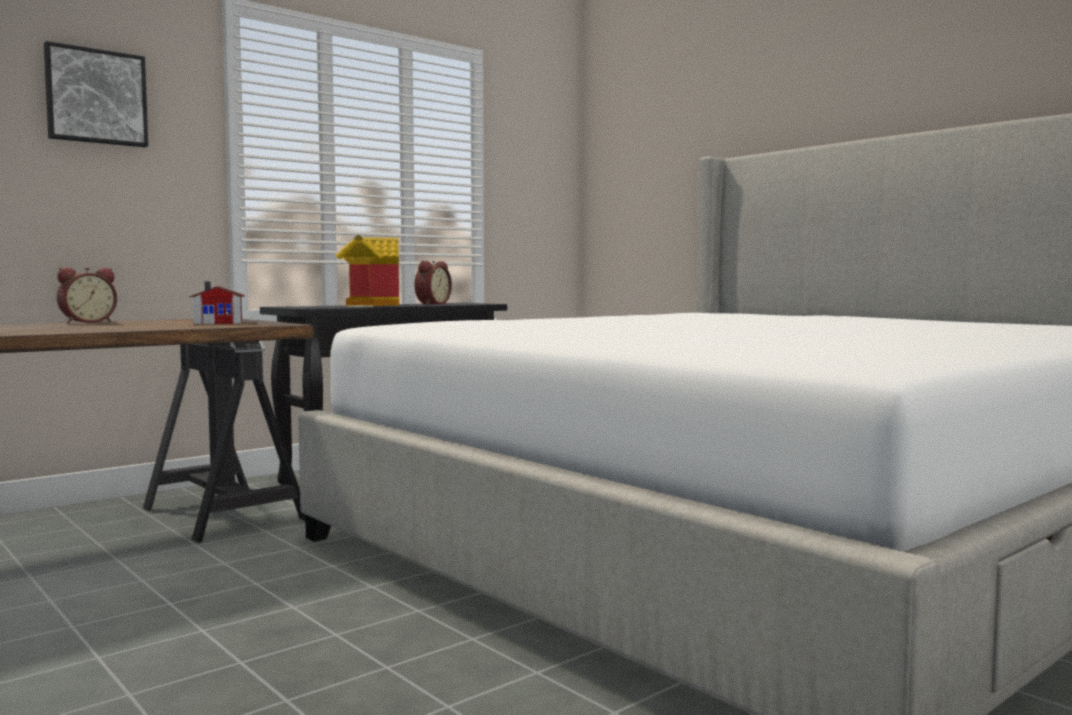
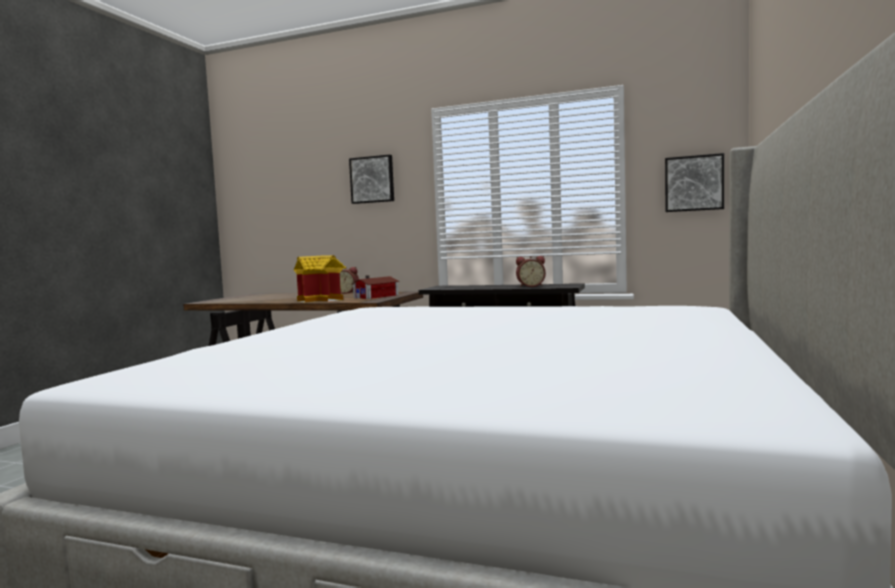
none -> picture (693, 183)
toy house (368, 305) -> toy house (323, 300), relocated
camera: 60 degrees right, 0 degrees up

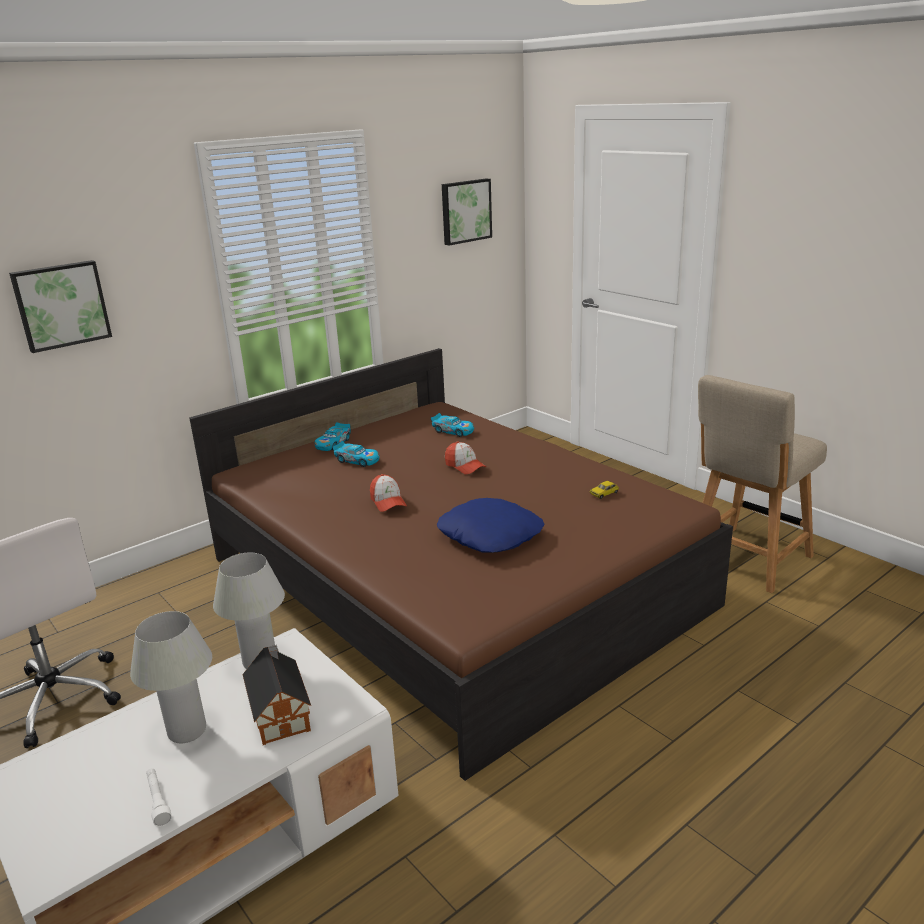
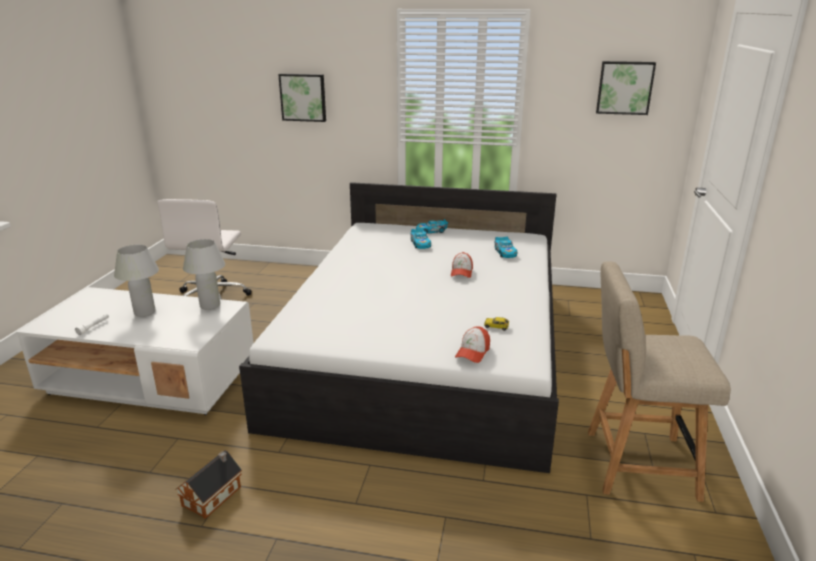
blue pillow (491, 534) -> none
toy house (280, 712) -> toy house (214, 495), relocated
cap (388, 502) -> cap (473, 352), relocated
brown bed (451, 581) -> white bed (425, 349)
camera: 50 degrees right, 0 degrees up

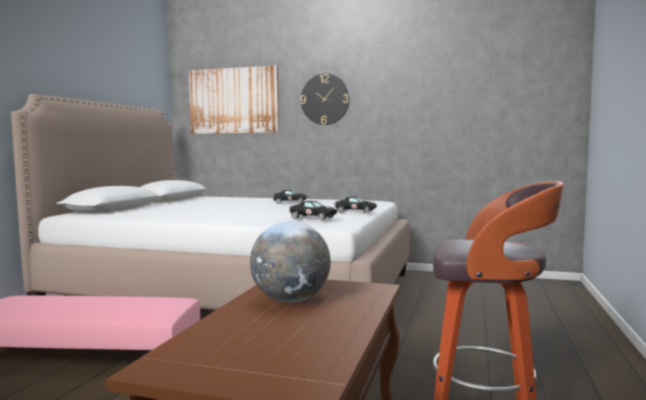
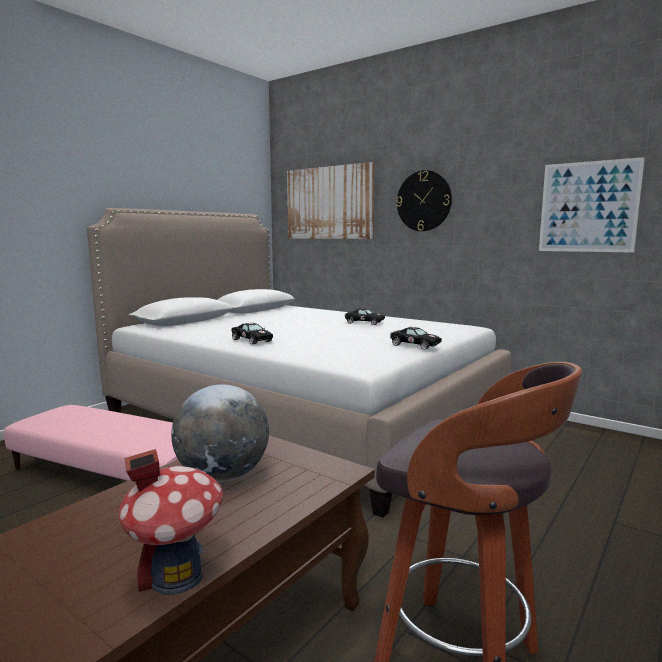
none -> toy house (176, 576)
none -> picture (588, 207)
black toy car (311, 217) -> black toy car (251, 340), relocated
camera: 20 degrees right, 5 degrees up

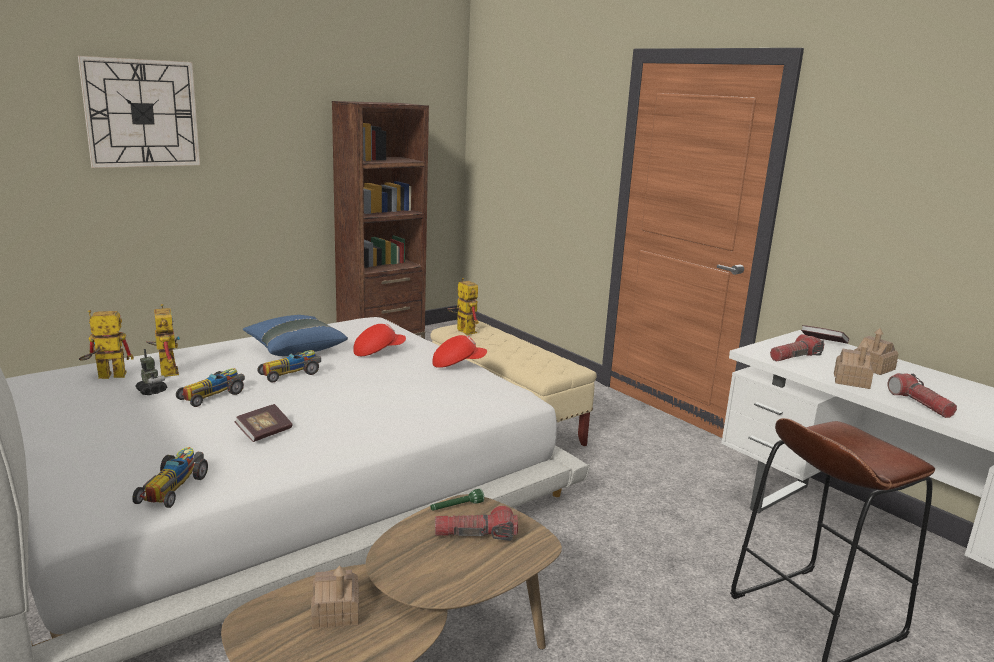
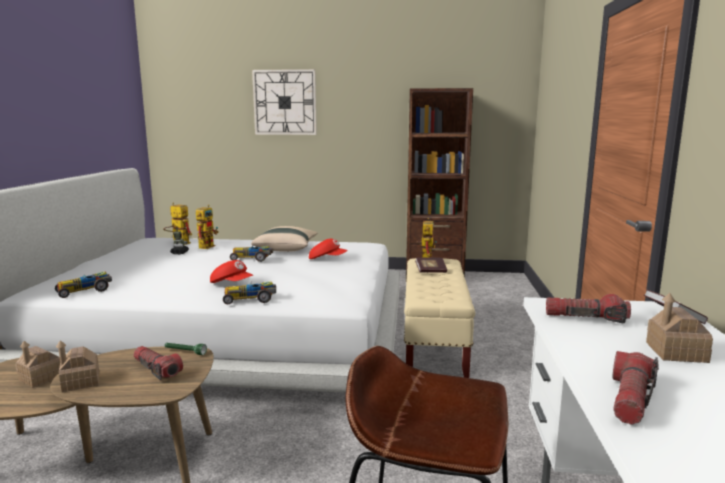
toy car (213, 395) -> toy car (251, 299), relocated
book (264, 433) -> book (431, 271), relocated
red cap (458, 364) -> red cap (232, 284), relocated
toy house (851, 381) -> toy house (80, 381), relocated
blue pillow (295, 349) -> beige pillow (286, 249)
camera: 45 degrees right, 5 degrees down

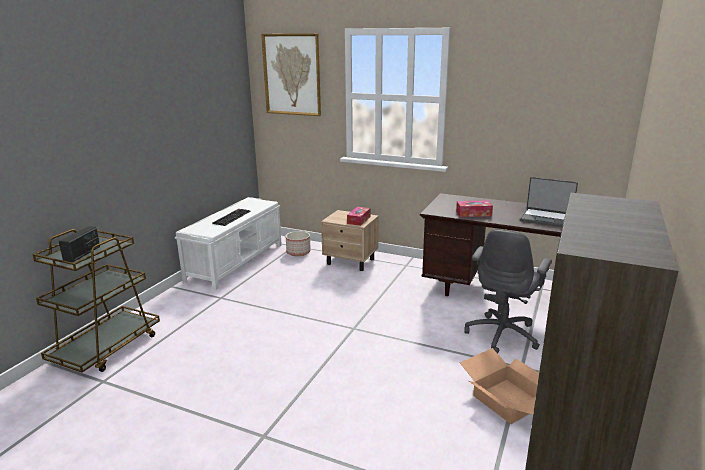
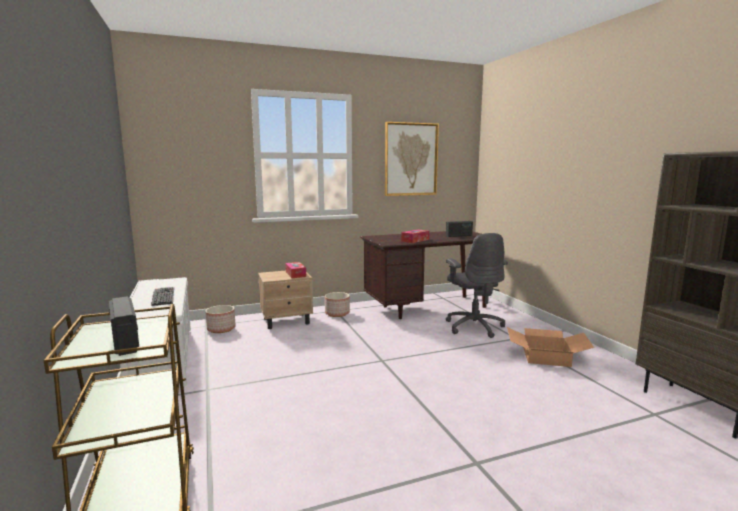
none -> planter (337, 313)
picture (292, 74) -> picture (411, 159), relocated
laptop (546, 218) -> radio (459, 236)
camera: 45 degrees left, 10 degrees down

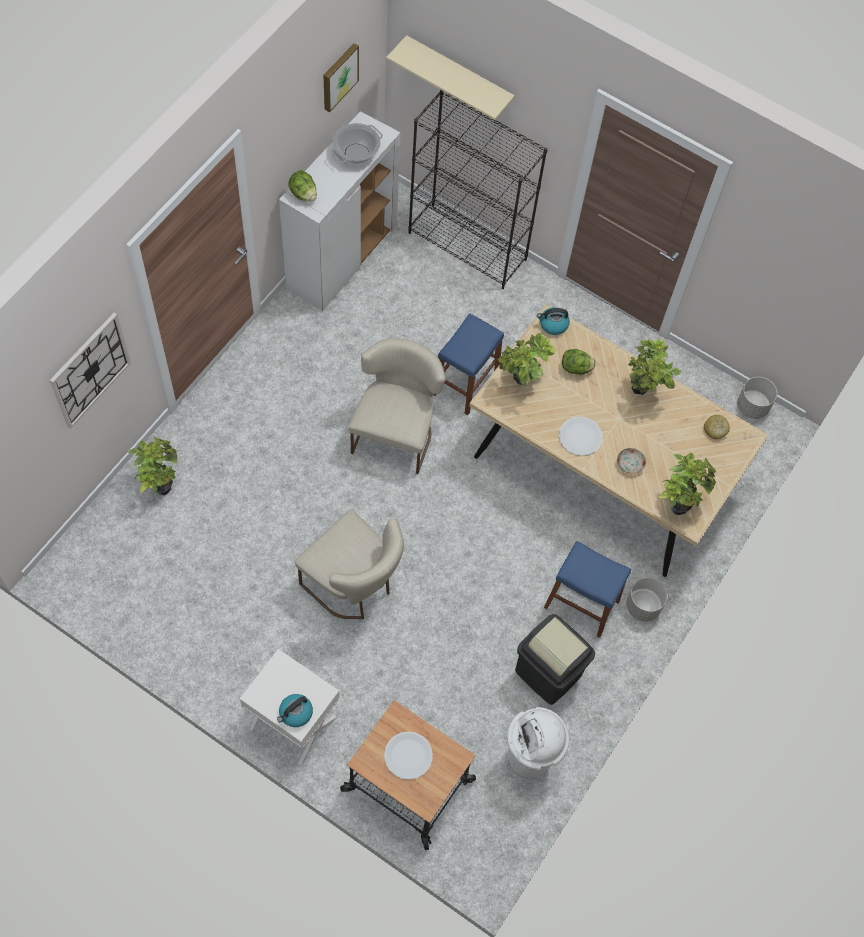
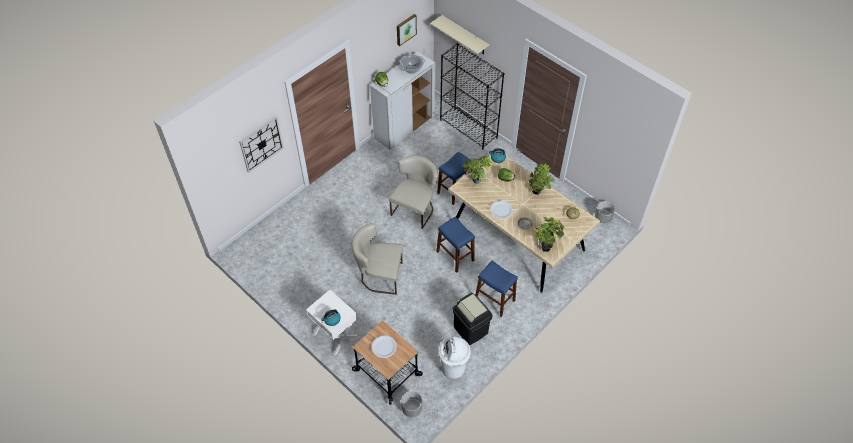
potted plant (160, 485) -> none
none -> blue stool (455, 256)
grey planter (643, 607) -> grey planter (411, 409), relocated
beige chair (353, 585) -> beige chair (379, 276), 135 degrees clockwise
camera: 15 degrees right, 10 degrees down

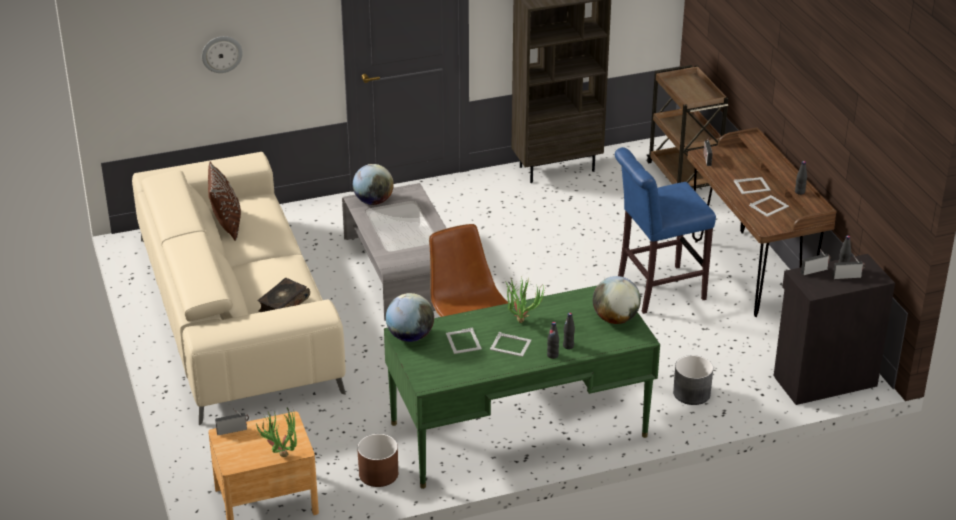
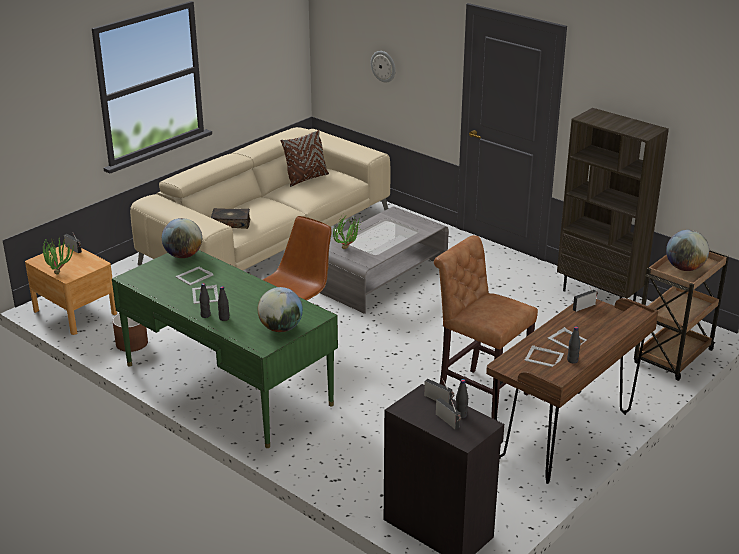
grey planter (692, 393) -> none
globe (373, 201) -> globe (684, 268), relocated
potted plant (521, 318) -> potted plant (349, 248), relocated
blue stool (656, 291) -> brown stool (479, 393)
camera: 60 degrees right, 5 degrees down

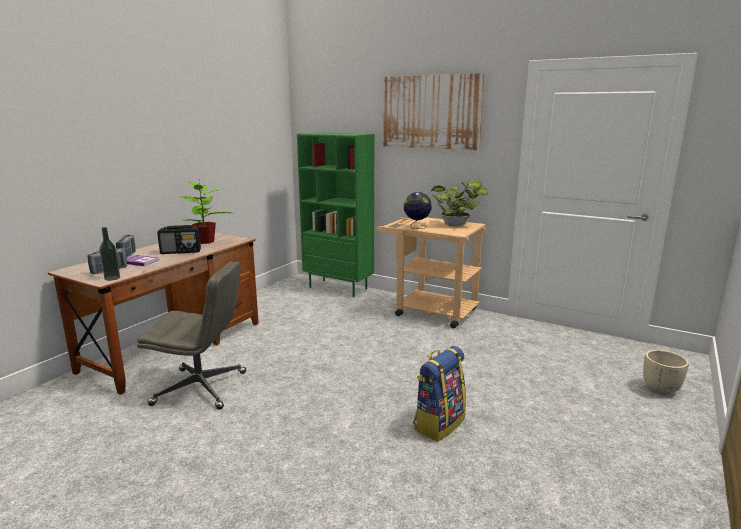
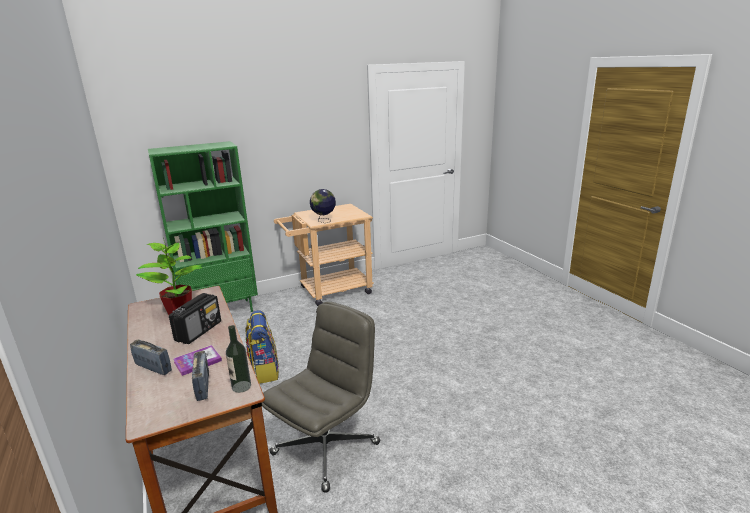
picture (431, 112) -> none
potted plant (457, 225) -> none
beige planter (661, 389) -> none
backpack (438, 423) -> backpack (264, 371), relocated
camera: 55 degrees left, 5 degrees up

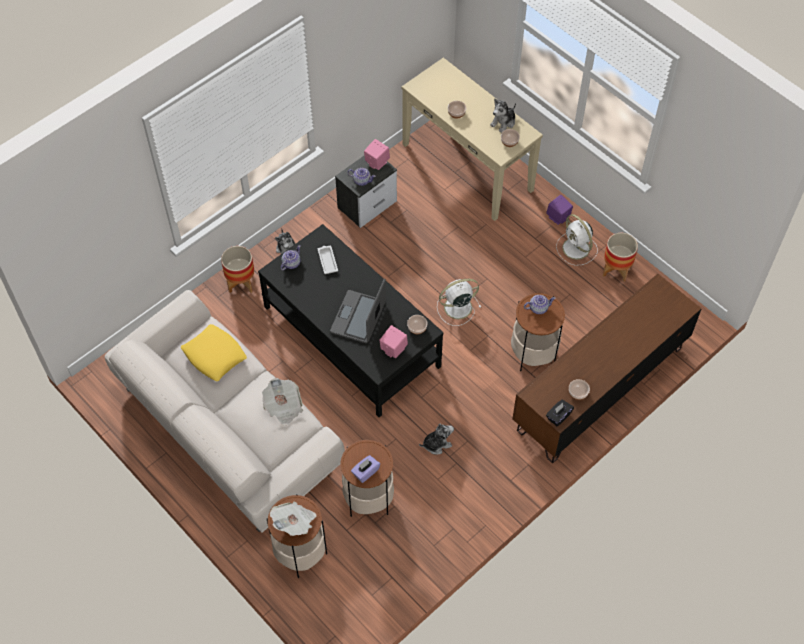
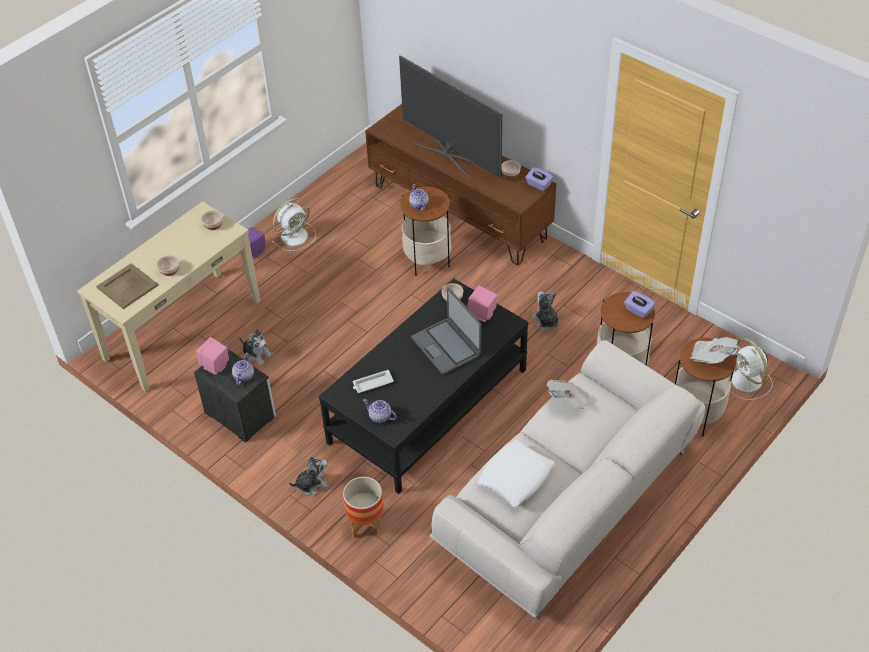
planter (616, 270) -> none
none -> beige tray (128, 286)
none -> television (450, 154)
white fan (456, 308) -> white fan (747, 382), relocated
plush toy (503, 122) -> plush toy (257, 354), relocated
yellow pillow (214, 355) -> white pillow (516, 477)
black tissue box (558, 416) -> purple tissue box (538, 185)
laptop (359, 317) -> laptop (446, 346), 45 degrees clockwise
camera: 95 degrees left, 10 degrees down

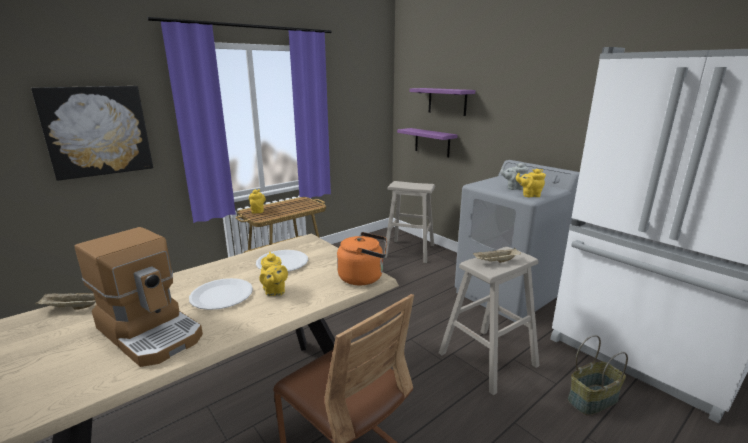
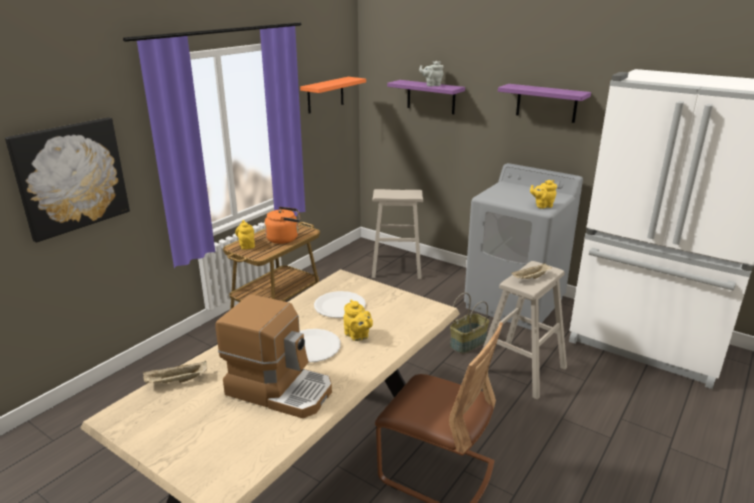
none -> orange shelf (325, 95)
orange kettle (364, 277) -> orange kettle (284, 239), relocated
purple shelf (432, 142) -> purple shelf (546, 103), relocated
grey teapot (513, 188) -> grey teapot (432, 85), relocated
basket (592, 399) -> basket (468, 343), relocated
camera: 15 degrees left, 5 degrees up

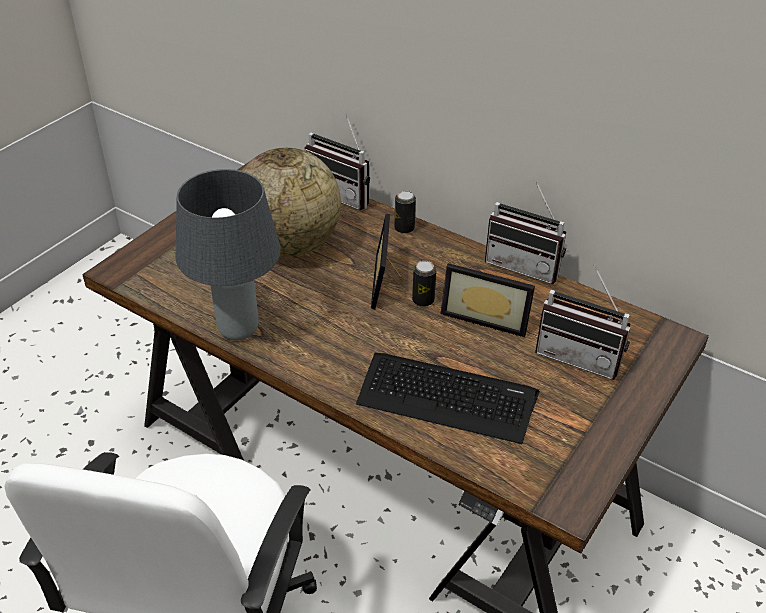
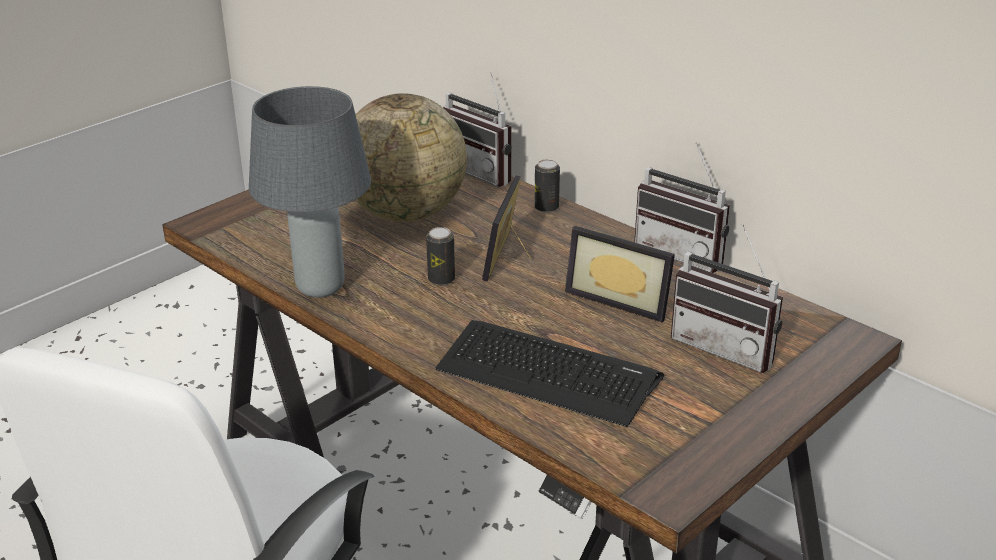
can (423, 300) -> can (441, 279), relocated
camera: 10 degrees right, 10 degrees down

